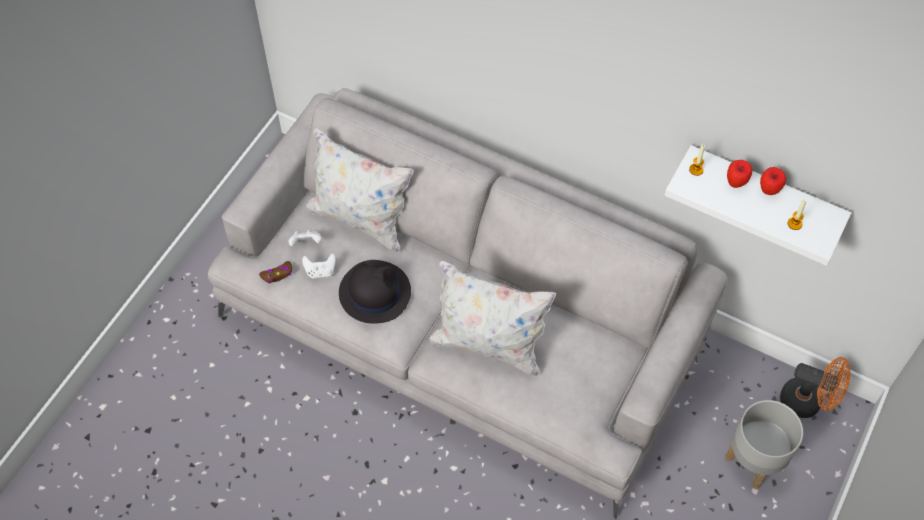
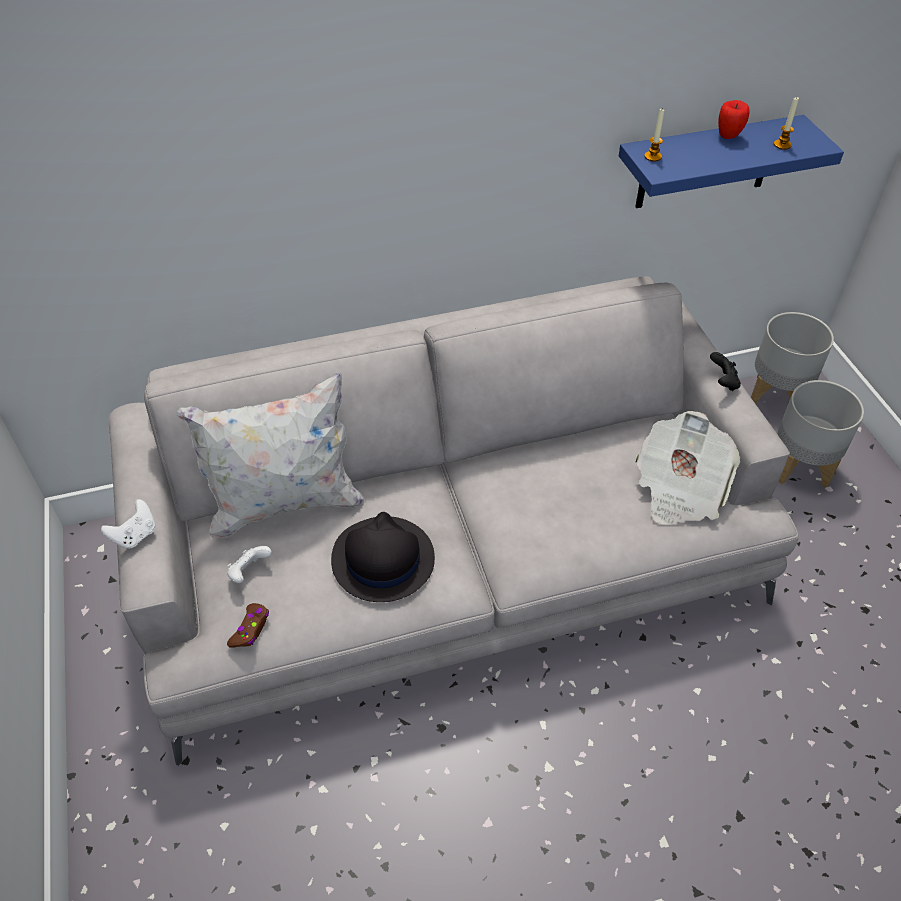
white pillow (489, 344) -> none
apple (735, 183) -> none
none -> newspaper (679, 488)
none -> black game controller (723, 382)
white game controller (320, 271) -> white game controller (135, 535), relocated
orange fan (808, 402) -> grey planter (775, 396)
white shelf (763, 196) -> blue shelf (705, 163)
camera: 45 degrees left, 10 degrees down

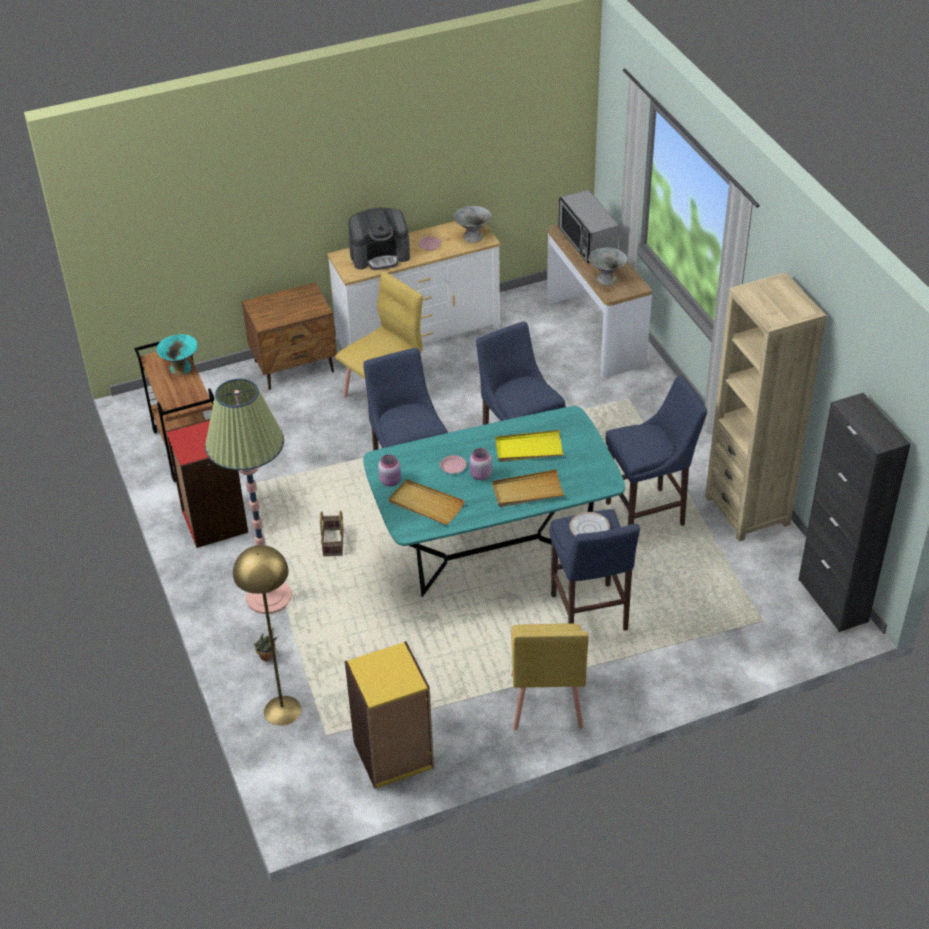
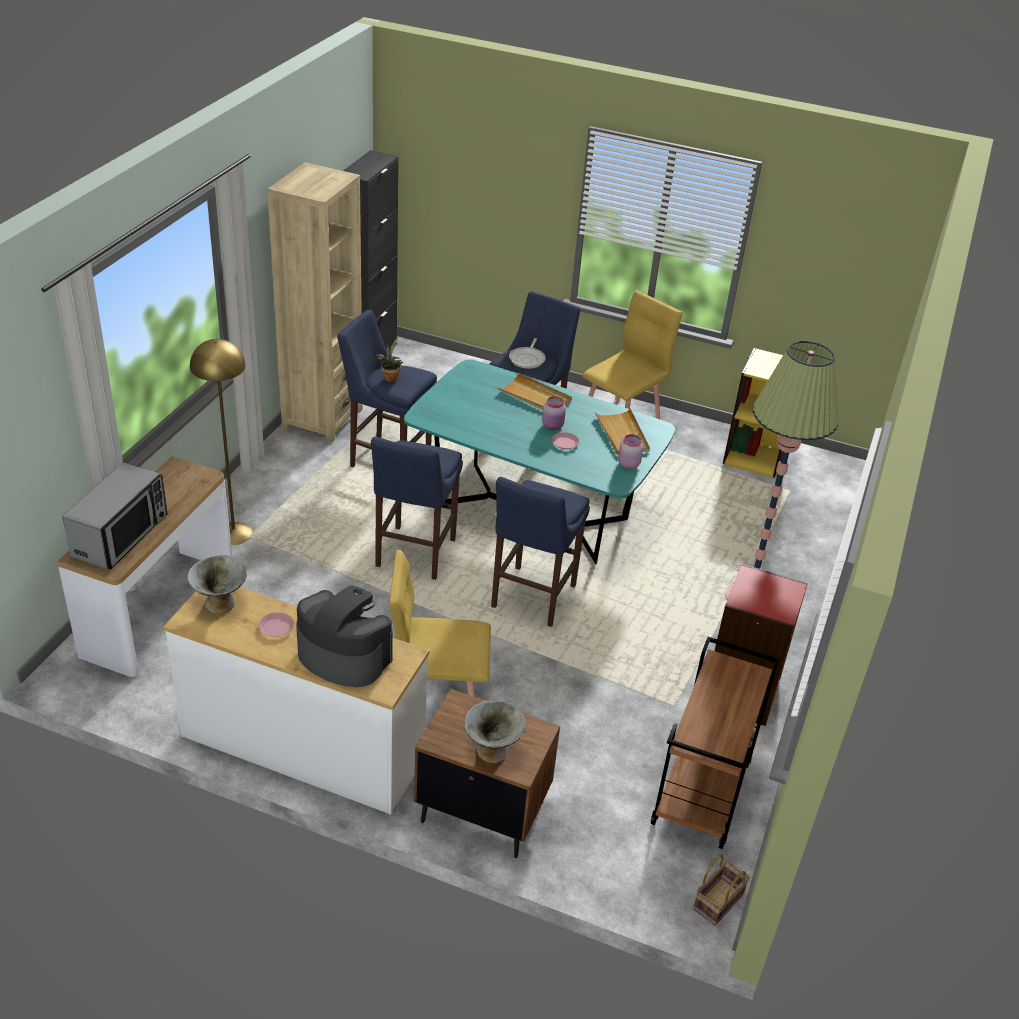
turquoise bowl (181, 368) -> none
yellow tray (529, 449) -> none
yellow floor lamp (282, 710) -> yellow floor lamp (234, 533), relocated
potted plant (268, 657) -> potted plant (390, 378), relocated
basket (334, 544) -> basket (718, 900), relocated
grey bowl (606, 279) -> grey bowl (492, 750), relocated
camera: 140 degrees left, 5 degrees down

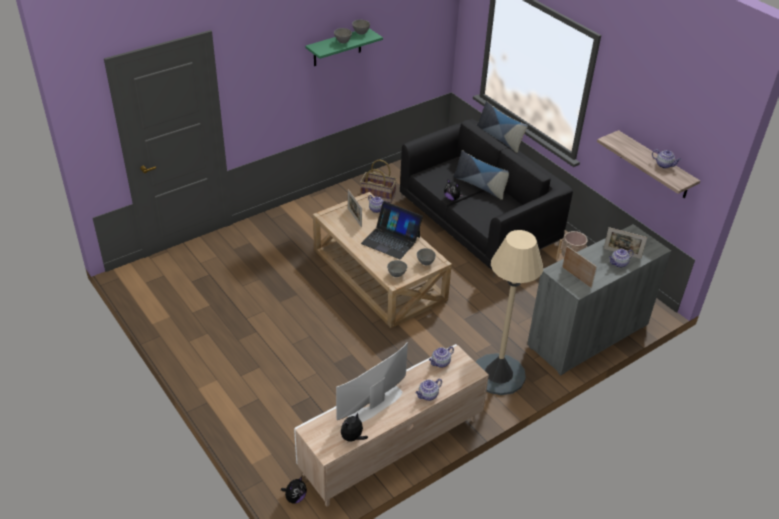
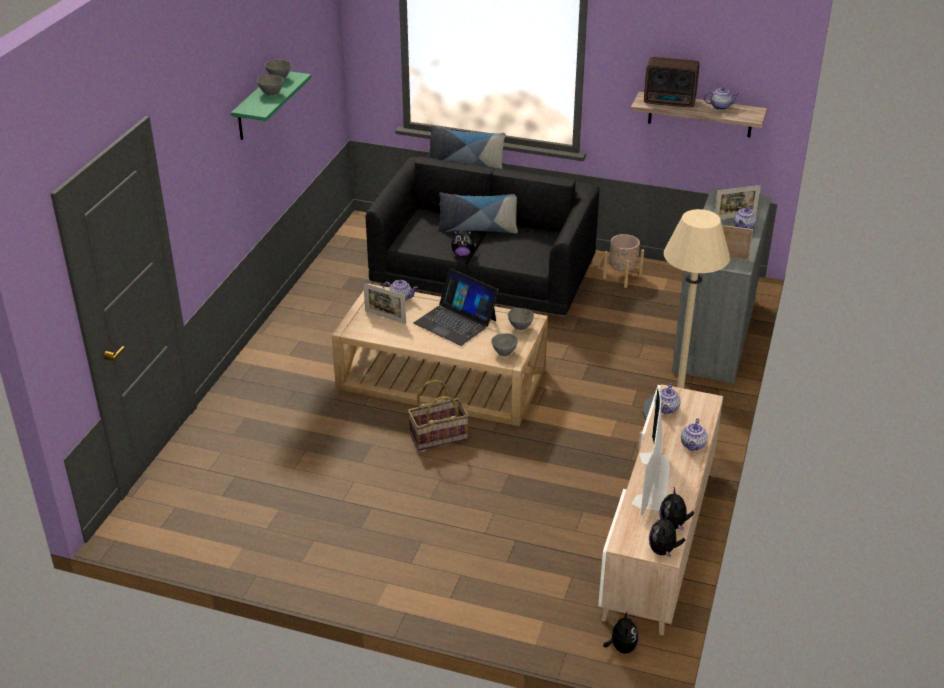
none -> radio (670, 102)
none -> plush toy (663, 550)
basket (378, 195) -> basket (438, 436), relocated
laptop (391, 240) -> laptop (455, 321), 45 degrees clockwise
camera: 35 degrees left, 5 degrees down

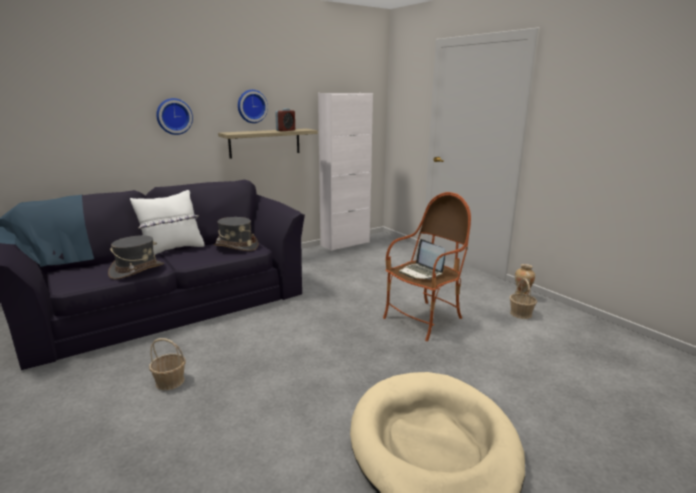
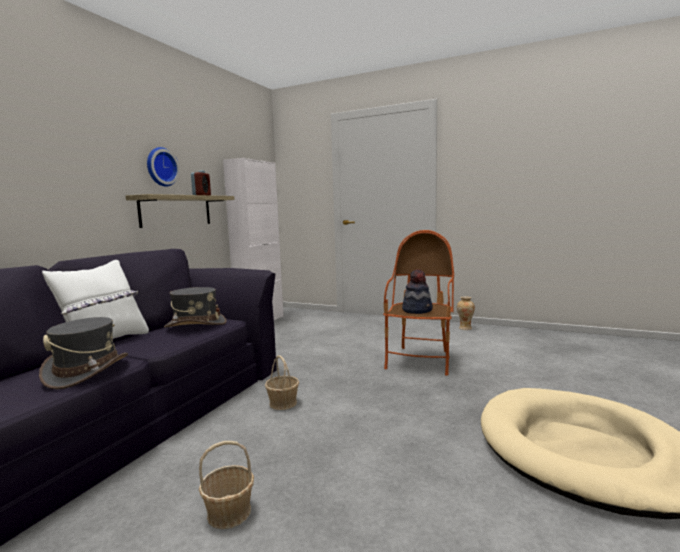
wall clock (174, 116) -> none
basket (521, 313) -> basket (283, 403), relocated
laptop (421, 272) -> hat (417, 310)
camera: 30 degrees left, 10 degrees down

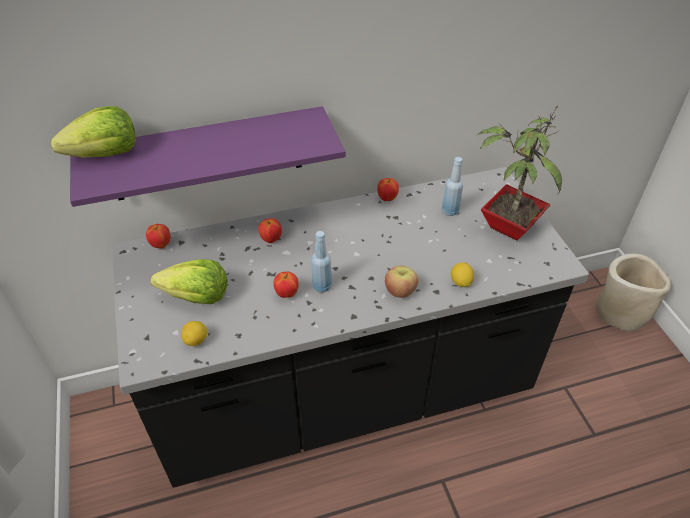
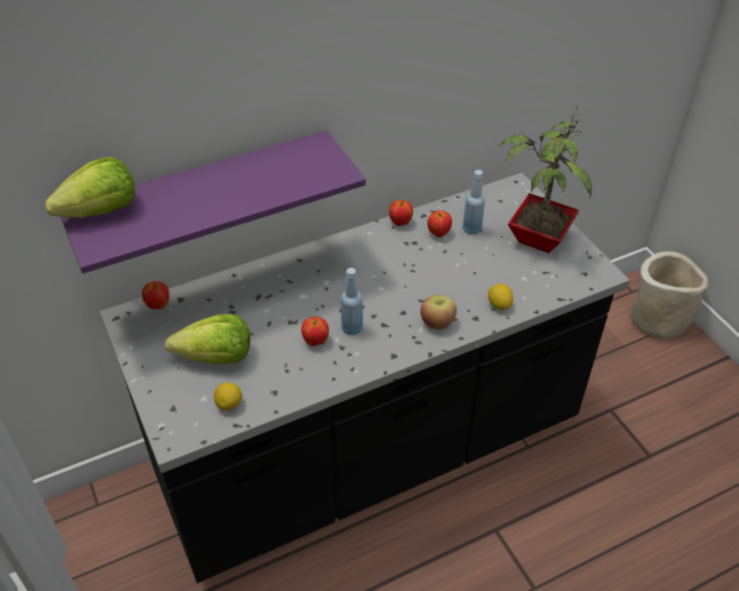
apple (271, 239) -> apple (438, 233), relocated
camera: 10 degrees left, 0 degrees up

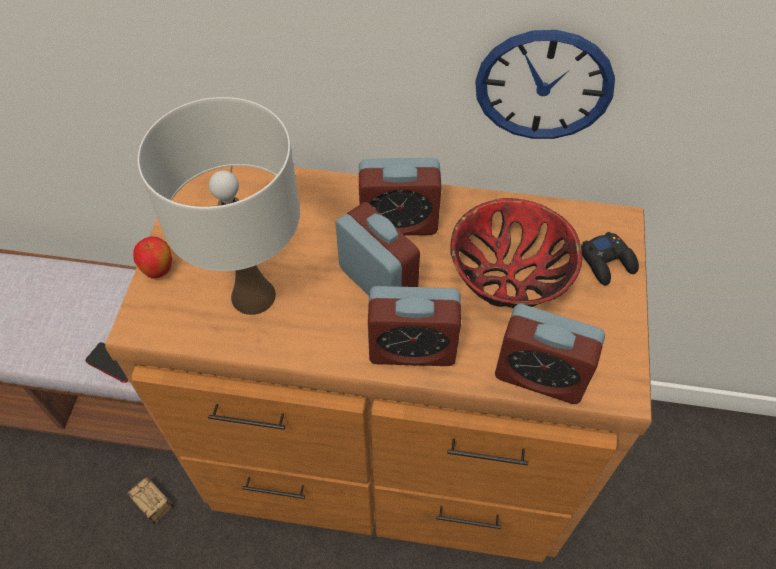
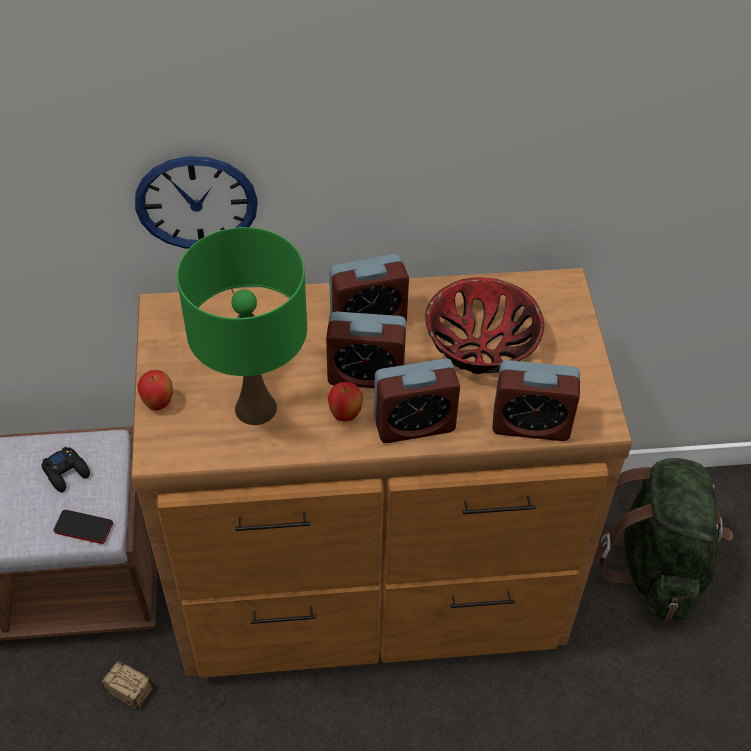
none -> apple (345, 415)
none -> green backpack (655, 565)
wall clock (543, 86) -> wall clock (196, 202), relocated
black game controller (607, 262) -> black game controller (66, 472), relocated
white table lamp (254, 295) -> green table lamp (256, 407)
alarm clock (378, 282) -> alarm clock (366, 375), 150 degrees clockwise
camera: 15 degrees left, 5 degrees down

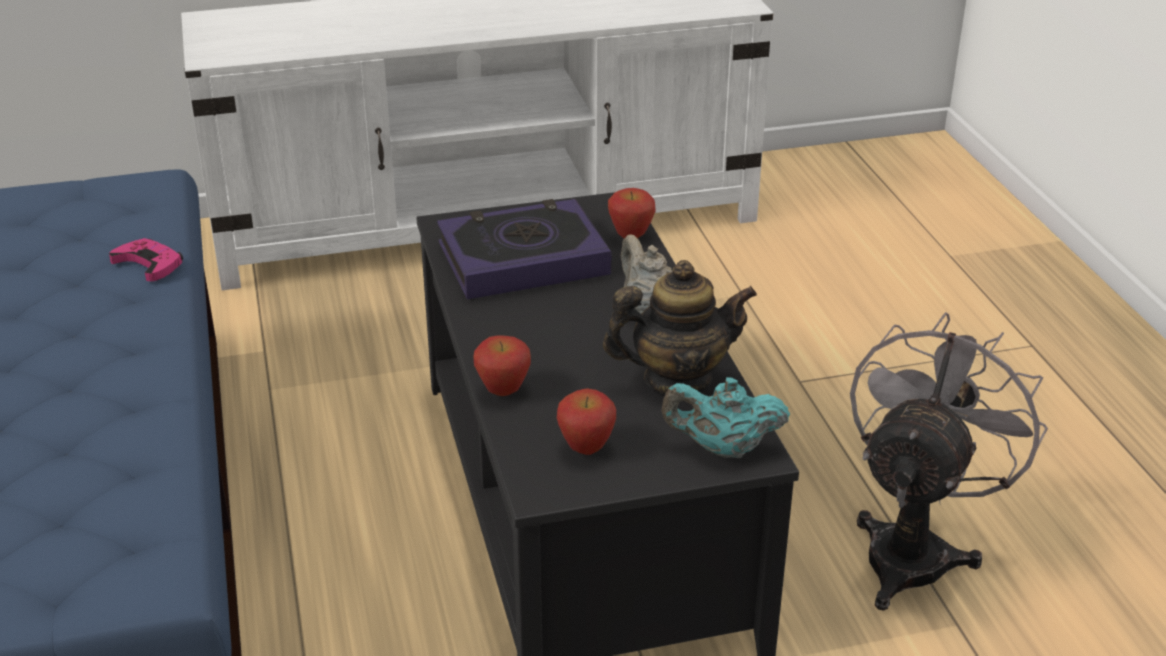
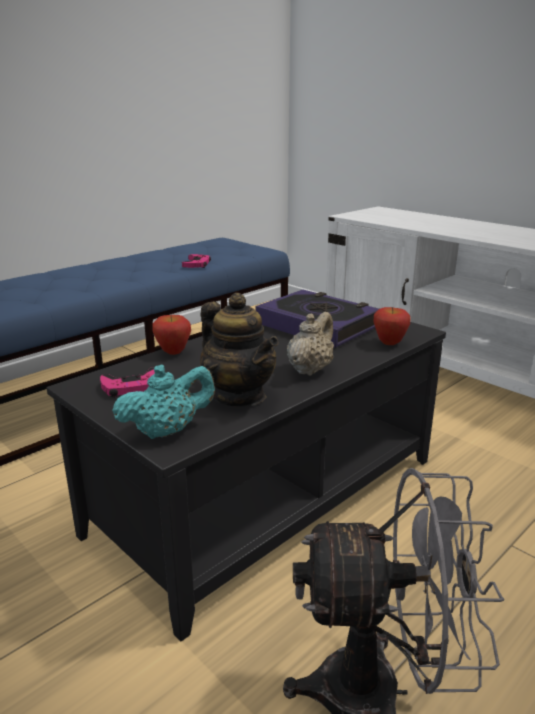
apple (586, 449) -> pink game controller (132, 387)
turquoise teapot (723, 449) -> turquoise teapot (167, 431), 90 degrees clockwise
camera: 60 degrees right, 10 degrees down

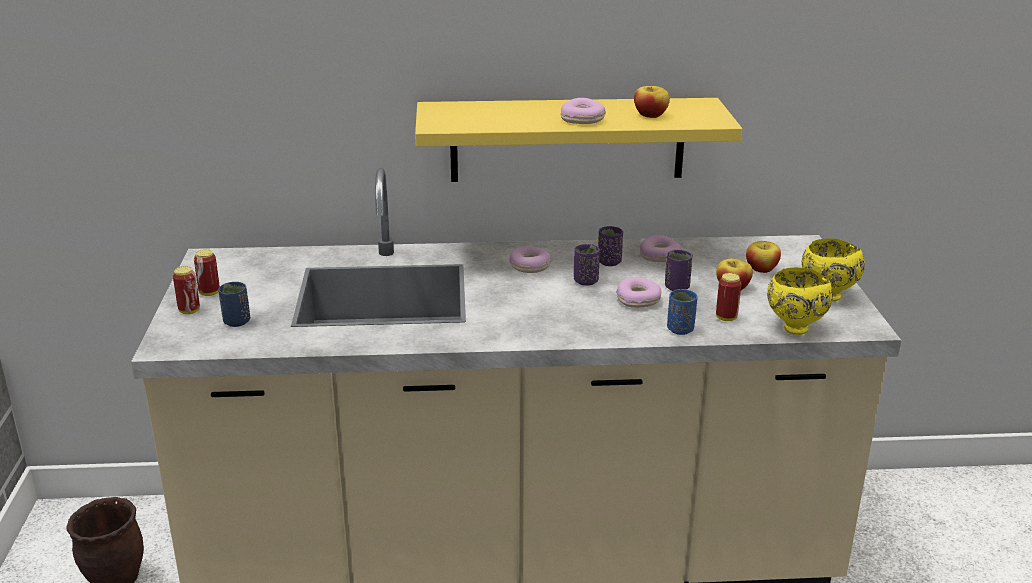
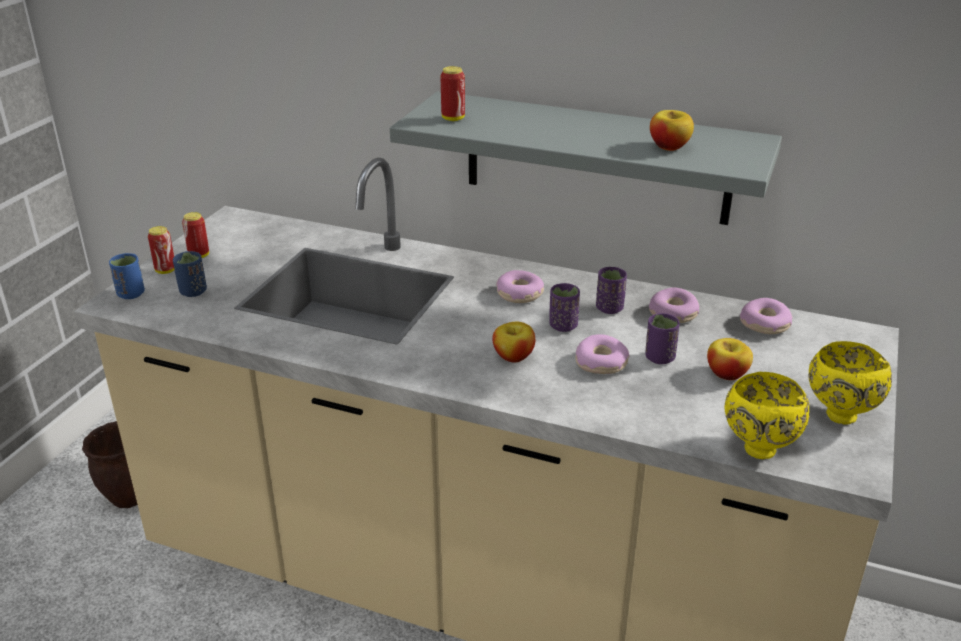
donut (583, 119) -> donut (765, 324), relocated
blue cup (680, 330) -> blue cup (131, 294), relocated
can (726, 318) -> can (453, 118), relocated
apple (761, 269) -> apple (513, 356), relocated
yellow shelf (567, 139) -> grey shelf (596, 158)
camera: 25 degrees right, 5 degrees up

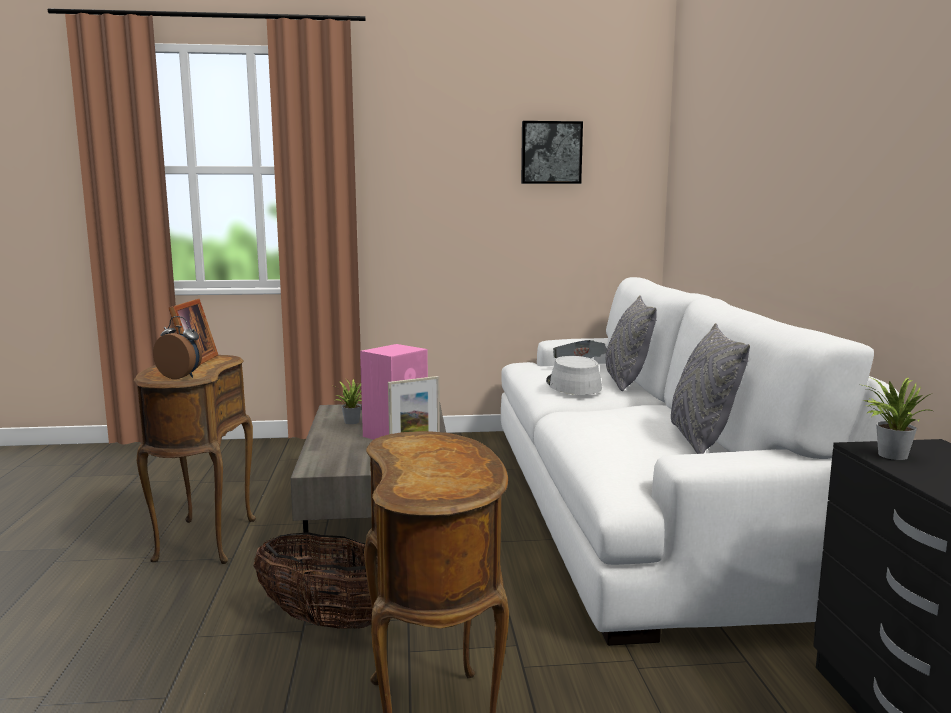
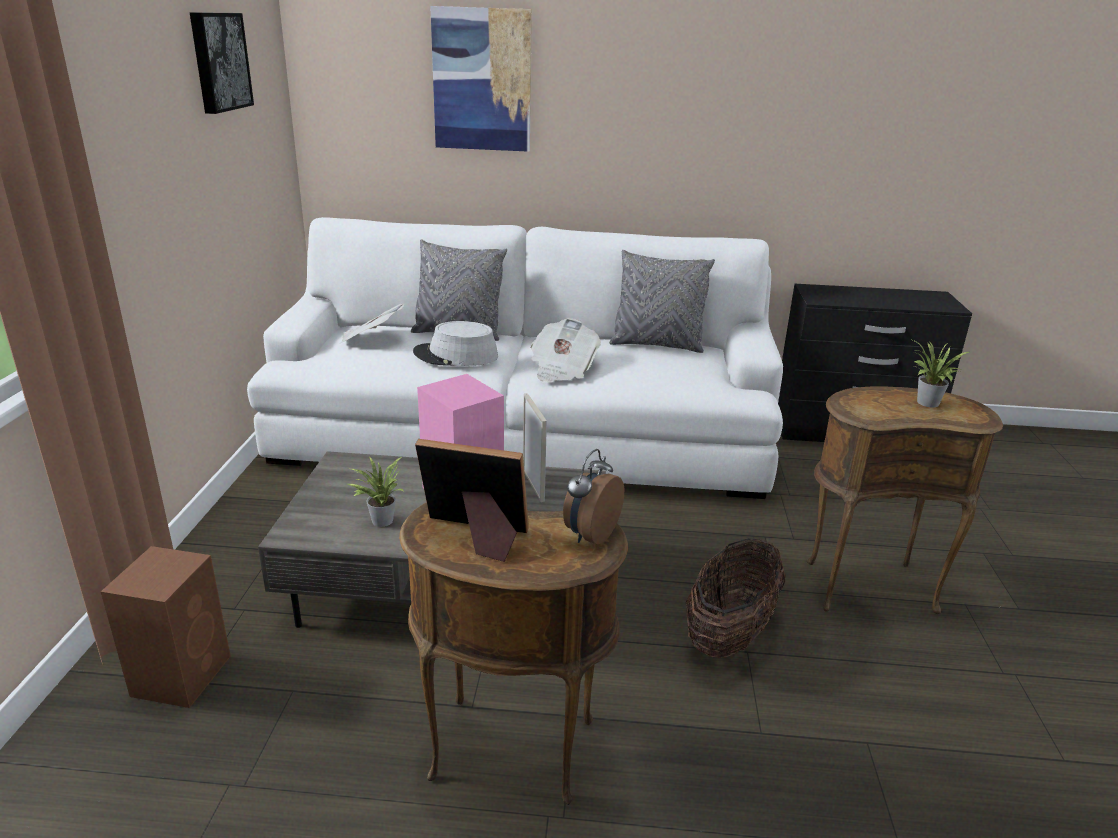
none -> brown speaker (183, 674)
none -> picture (482, 80)
none -> newspaper (562, 369)
potted plant (888, 455) -> potted plant (926, 403), relocated
camera: 80 degrees left, 15 degrees up

